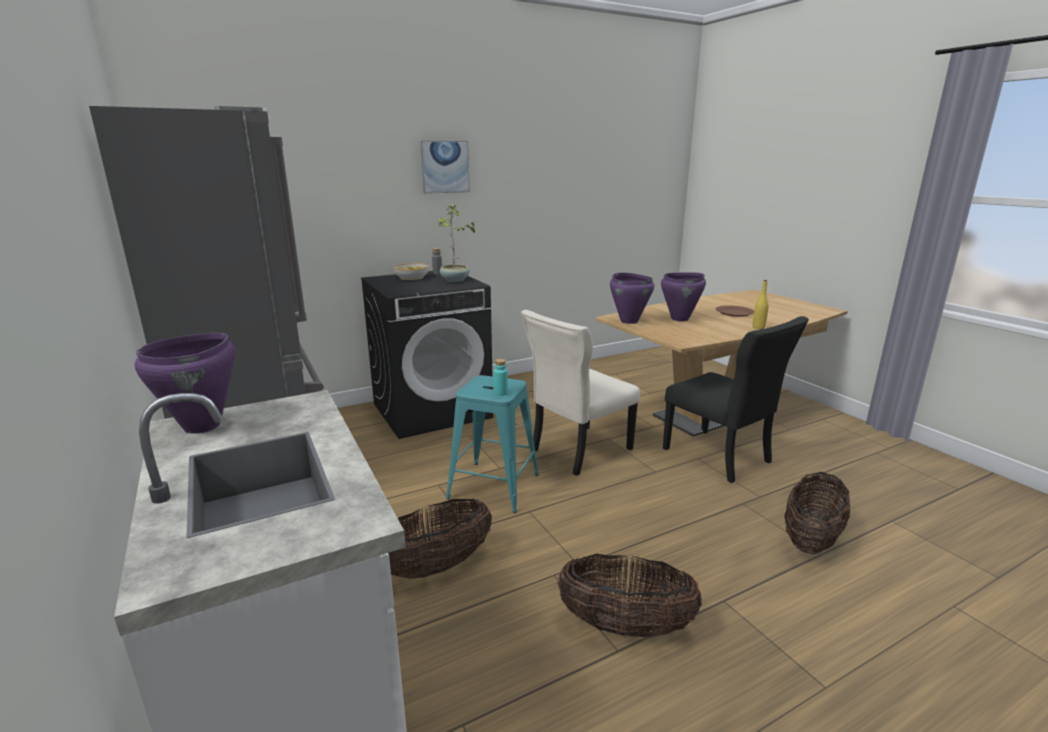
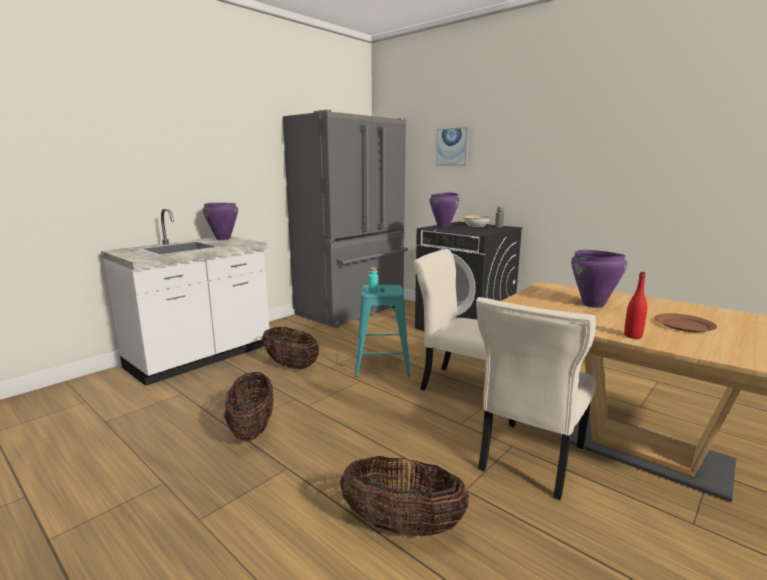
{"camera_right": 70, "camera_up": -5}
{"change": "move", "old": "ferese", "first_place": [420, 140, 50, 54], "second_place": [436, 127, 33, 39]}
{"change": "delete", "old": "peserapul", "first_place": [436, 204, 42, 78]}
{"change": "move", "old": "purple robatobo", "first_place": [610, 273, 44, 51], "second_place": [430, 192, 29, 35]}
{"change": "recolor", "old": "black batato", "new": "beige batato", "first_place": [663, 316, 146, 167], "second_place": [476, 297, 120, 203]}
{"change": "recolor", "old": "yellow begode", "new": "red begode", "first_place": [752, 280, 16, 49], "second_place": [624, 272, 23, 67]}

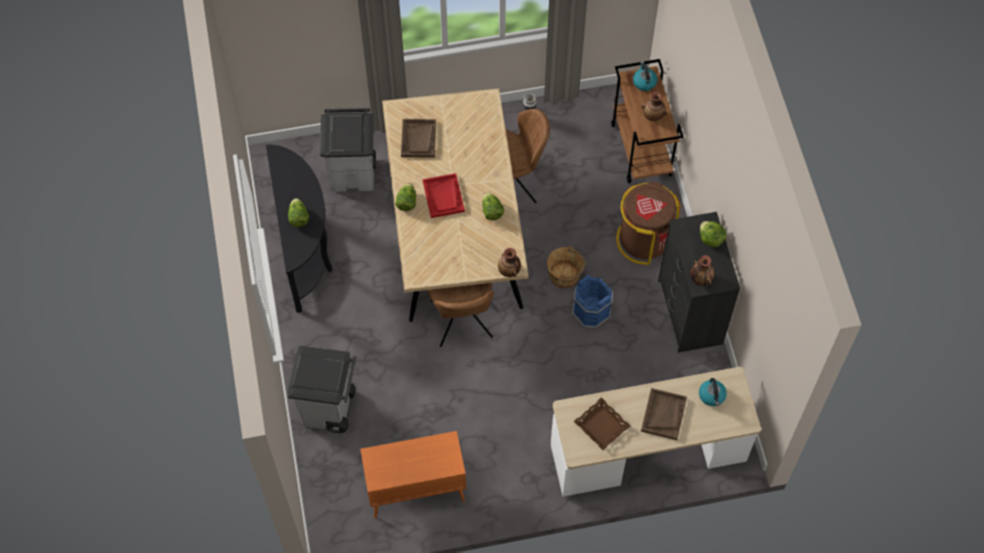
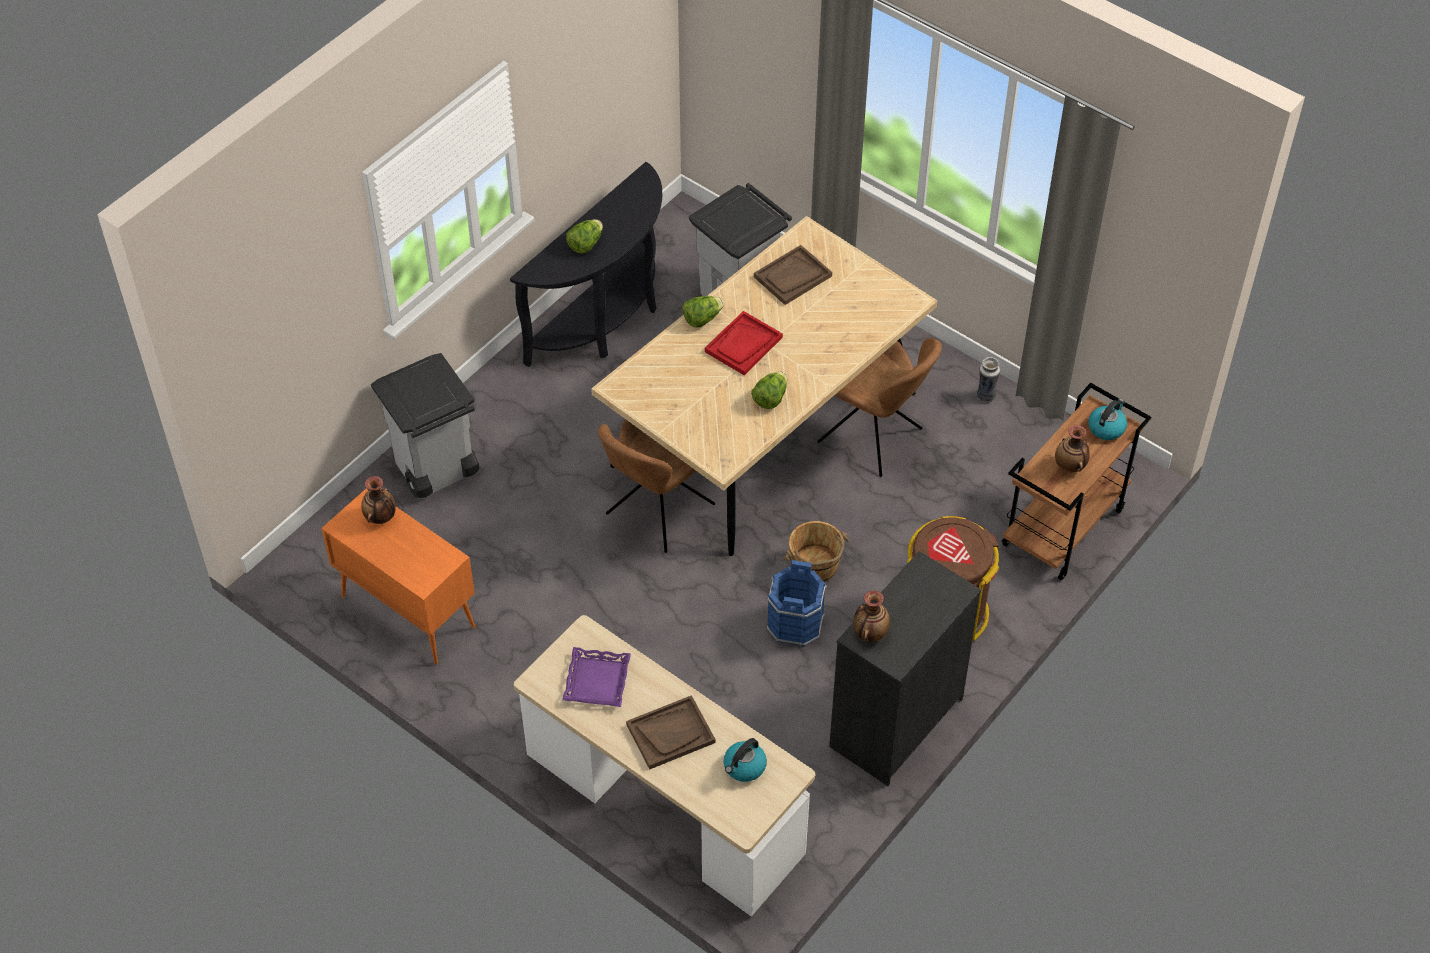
{"camera_right": 50, "camera_up": -10}
{"change": "move", "old": "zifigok", "first_place": [498, 248, 23, 29], "second_place": [361, 476, 35, 48]}
{"change": "recolor", "old": "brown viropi", "new": "purple viropi", "first_place": [574, 397, 56, 53], "second_place": [562, 647, 69, 60]}
{"change": "delete", "old": "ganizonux", "first_place": [700, 221, 26, 26]}

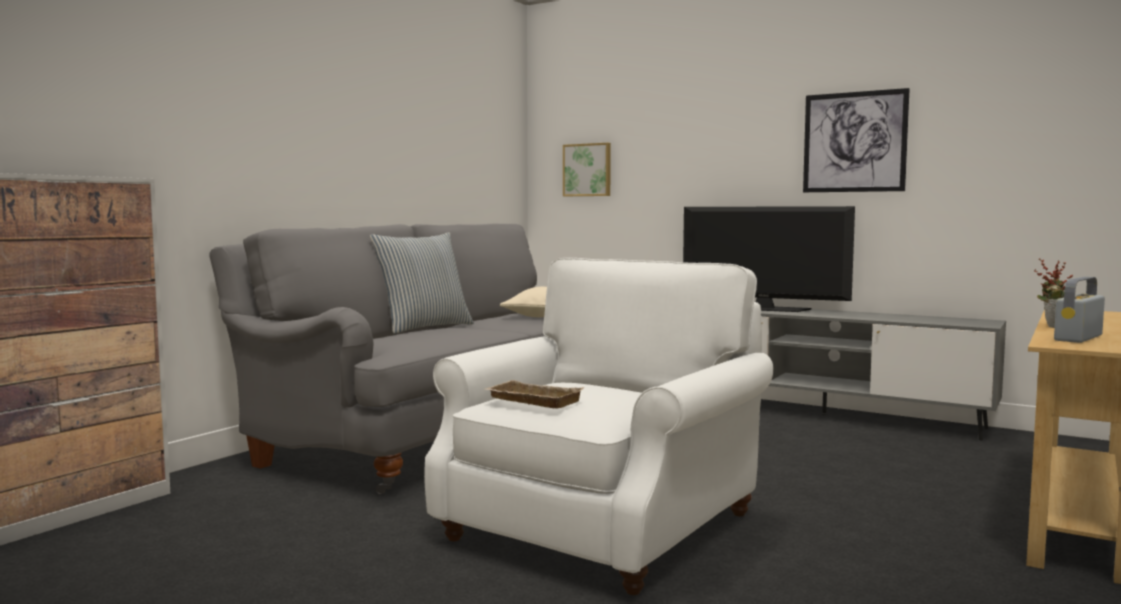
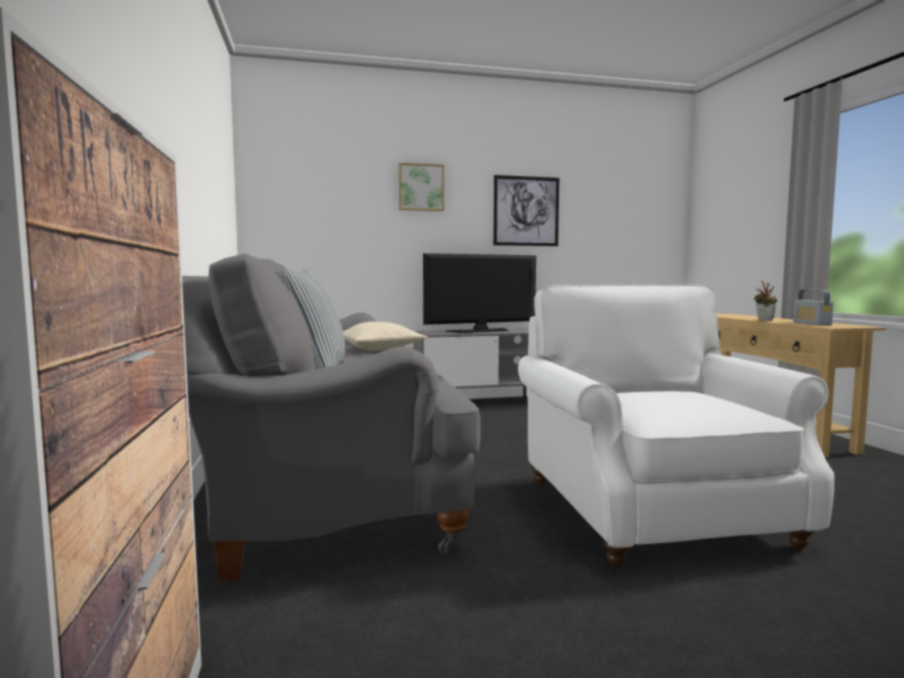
{"camera_right": -45, "camera_up": 0}
{"change": "delete", "old": "beige viropi", "first_place": [485, 380, 99, 28]}
{"change": "move", "old": "ferese", "first_place": [563, 143, 48, 53], "second_place": [399, 163, 45, 48]}

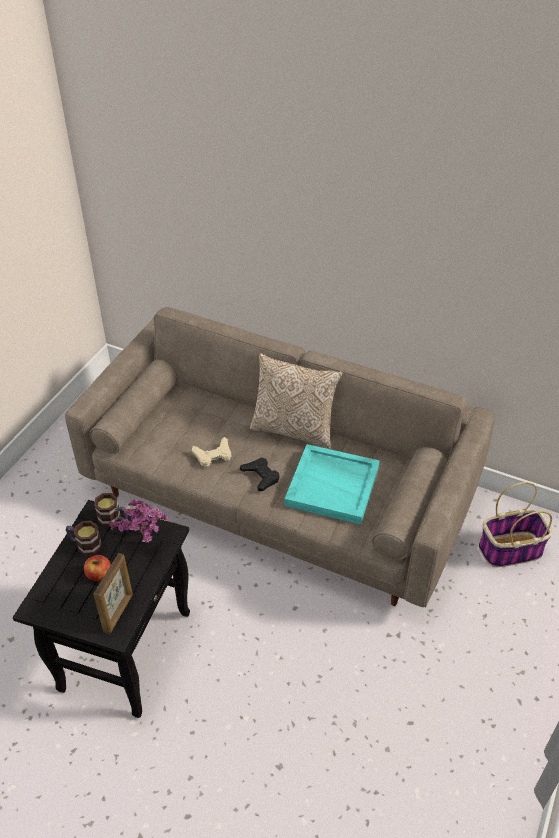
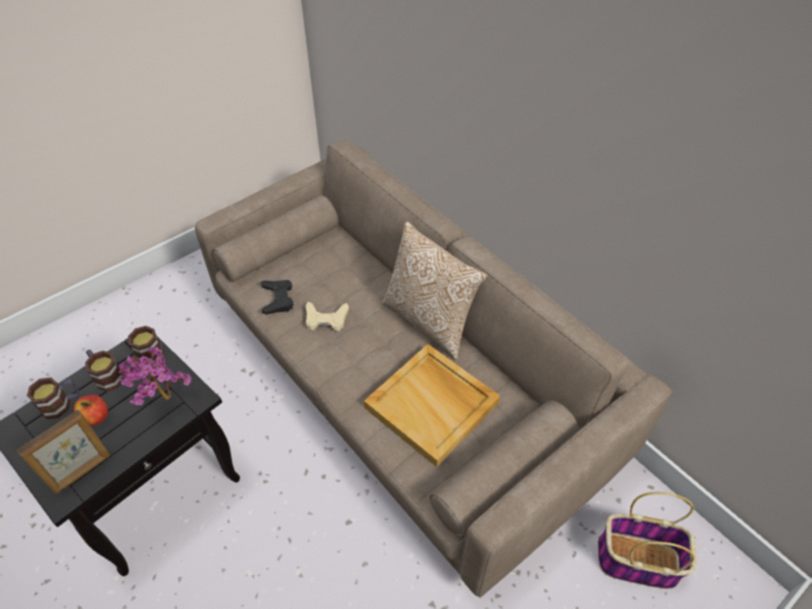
{"camera_right": 25, "camera_up": 5}
{"change": "move", "old": "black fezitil", "first_place": [240, 457, 39, 34], "second_place": [261, 280, 33, 35]}
{"change": "recolor", "old": "turquoise viropi", "new": "beige viropi", "first_place": [284, 444, 96, 80], "second_place": [364, 344, 136, 123]}
{"change": "insert", "new": "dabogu", "second_place": [27, 378, 52, 41]}

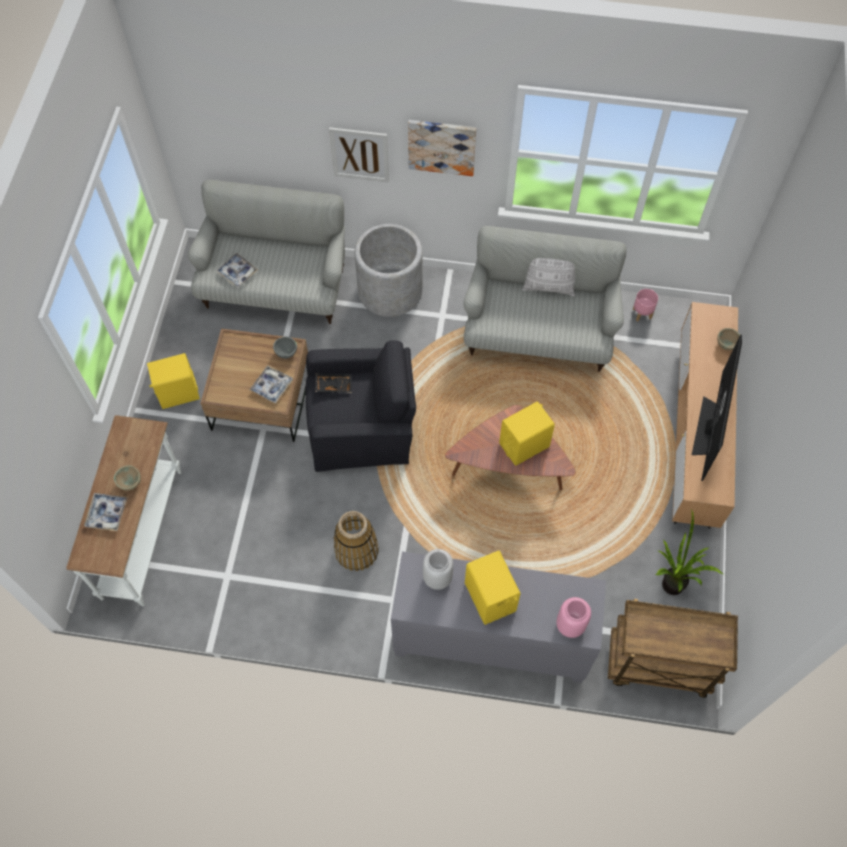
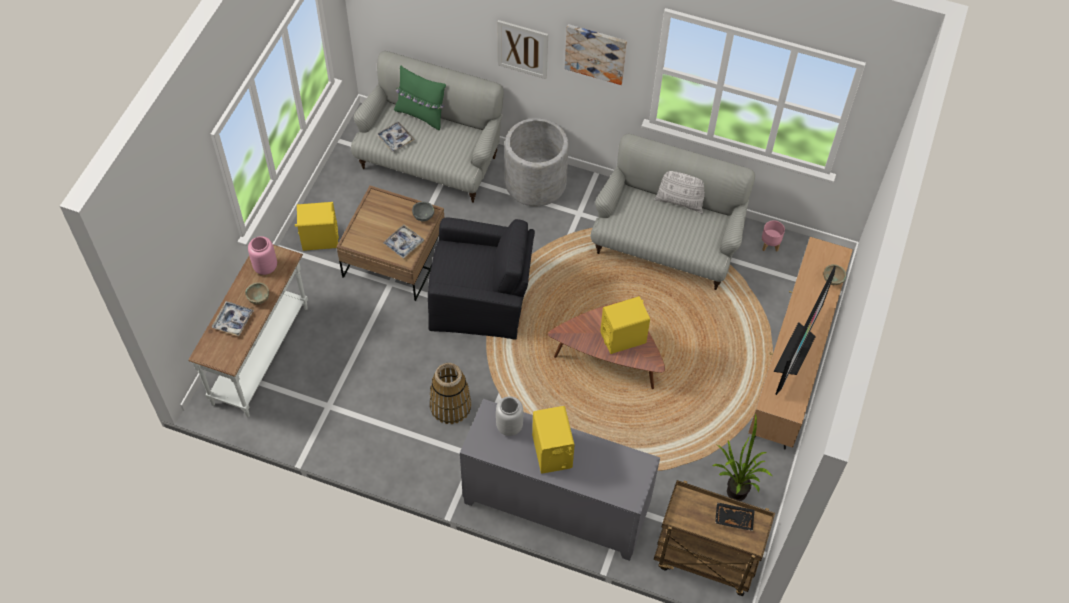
{"camera_right": 10, "camera_up": -5}
{"change": "move", "old": "black viropi", "first_place": [315, 373, 37, 20], "second_place": [715, 502, 40, 29]}
{"change": "move", "old": "pink zifigok", "first_place": [556, 597, 35, 41], "second_place": [248, 236, 29, 39]}
{"change": "insert", "new": "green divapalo", "second_place": [394, 66, 52, 64]}

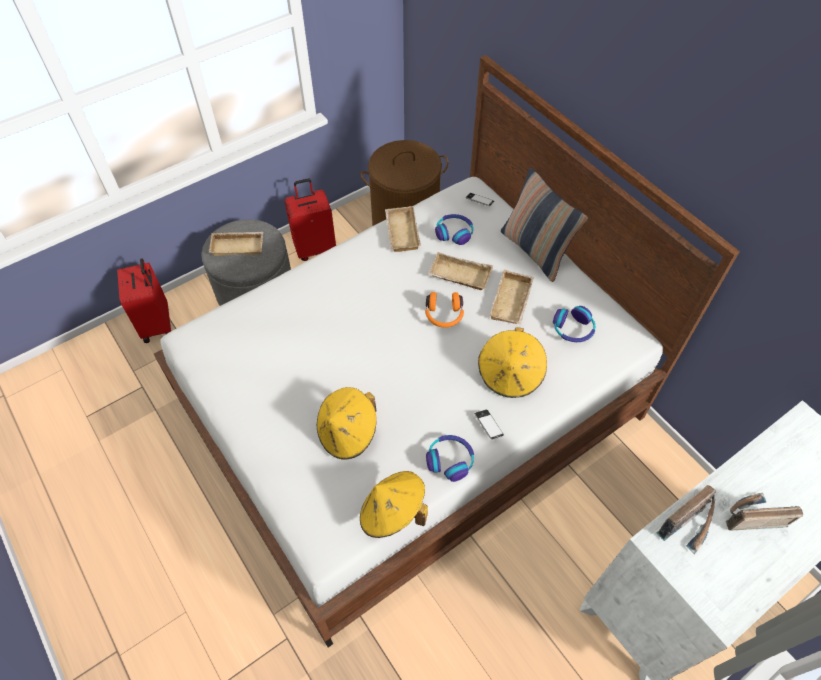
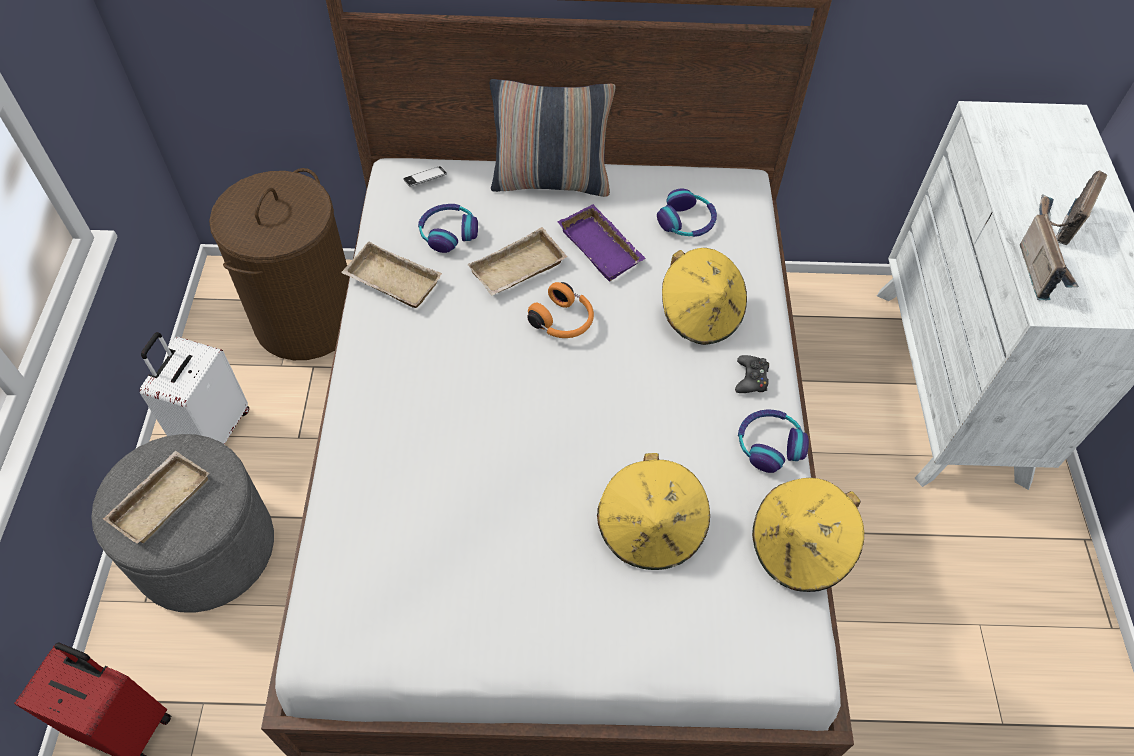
{"camera_right": -55, "camera_up": 0}
{"change": "recolor", "old": "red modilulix", "new": "white modilulix", "first_place": [284, 179, 52, 82], "second_place": [140, 332, 109, 112]}
{"change": "replace", "old": "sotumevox", "new": "black fezitil", "first_place": [475, 410, 29, 30], "second_place": [735, 355, 34, 38]}
{"change": "recolor", "old": "beige viropi", "new": "purple viropi", "first_place": [489, 270, 45, 54], "second_place": [558, 204, 88, 77]}

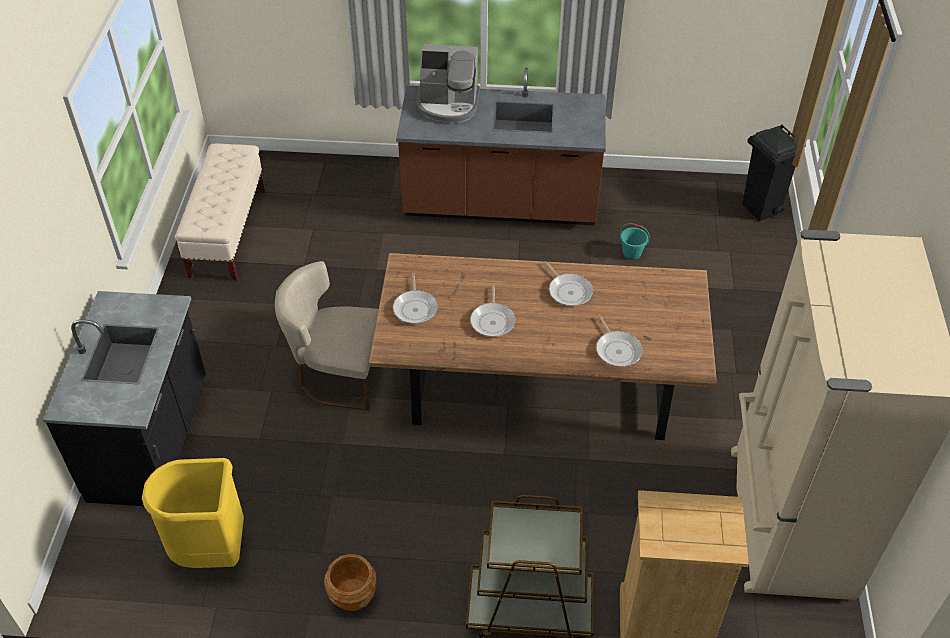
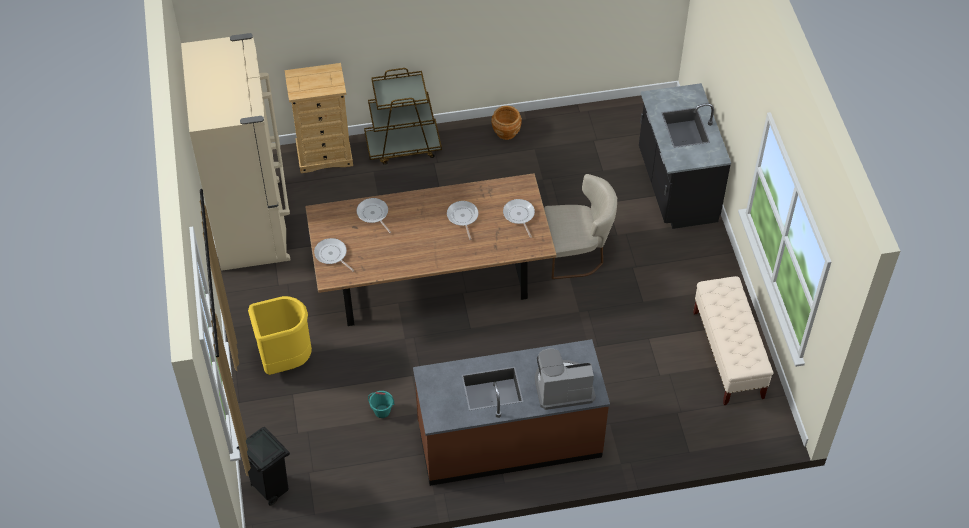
{"camera_right": 165, "camera_up": 5}
{"change": "move", "old": "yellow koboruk", "first_place": [142, 458, 102, 110], "second_place": [248, 296, 64, 79]}
{"change": "move", "old": "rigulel", "first_place": [544, 261, 49, 45], "second_place": [314, 238, 41, 34]}

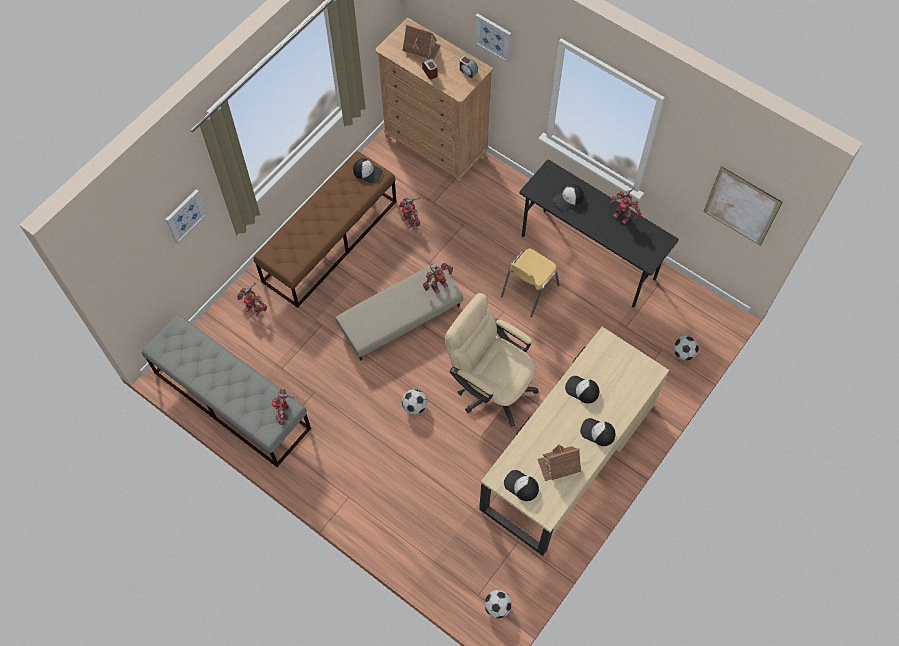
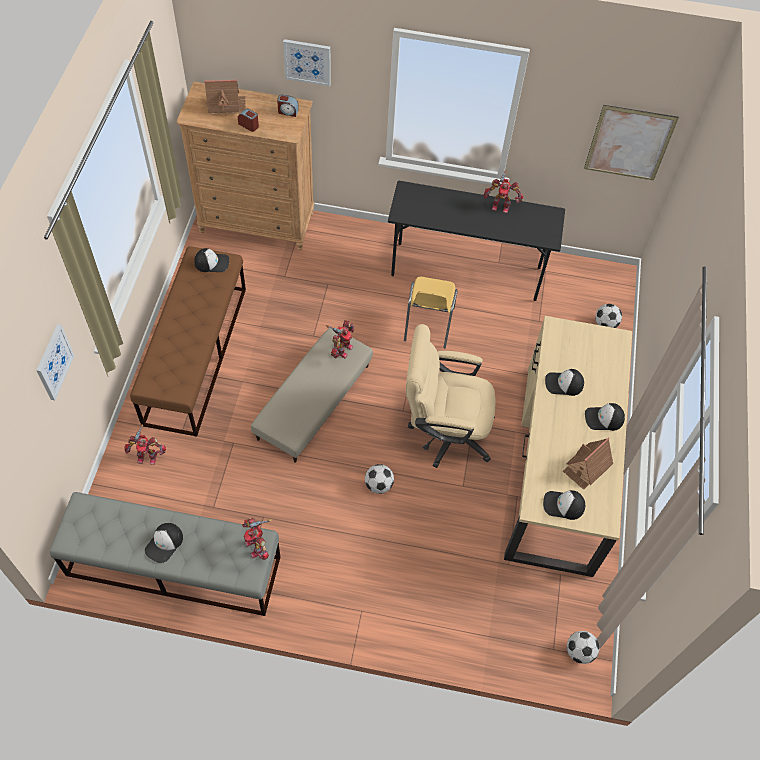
{"camera_right": -30, "camera_up": -5}
{"change": "delete", "old": "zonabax", "first_place": [399, 197, 22, 31]}
{"change": "move", "old": "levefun", "first_place": [553, 184, 31, 27], "second_place": [145, 523, 38, 40]}

